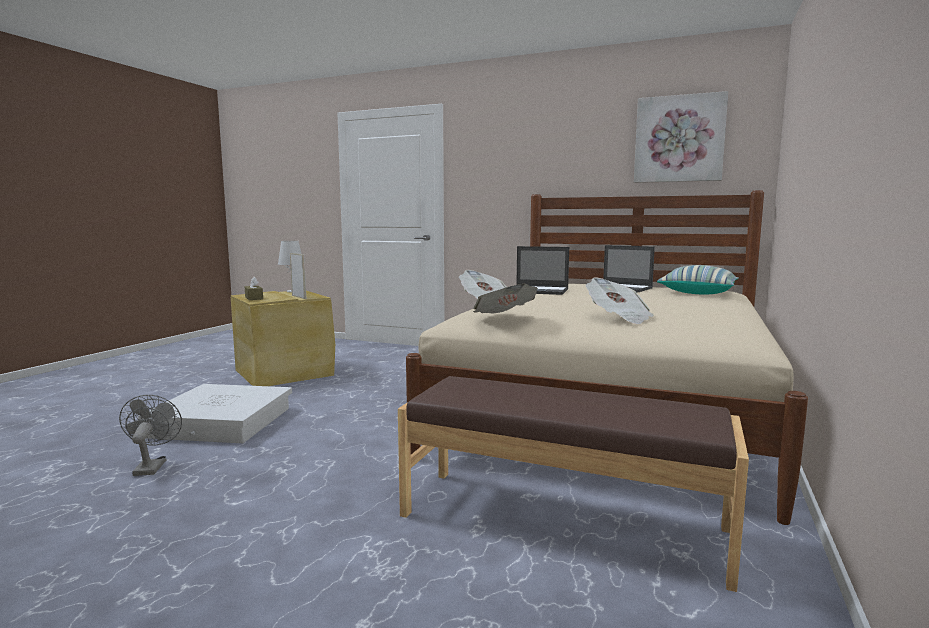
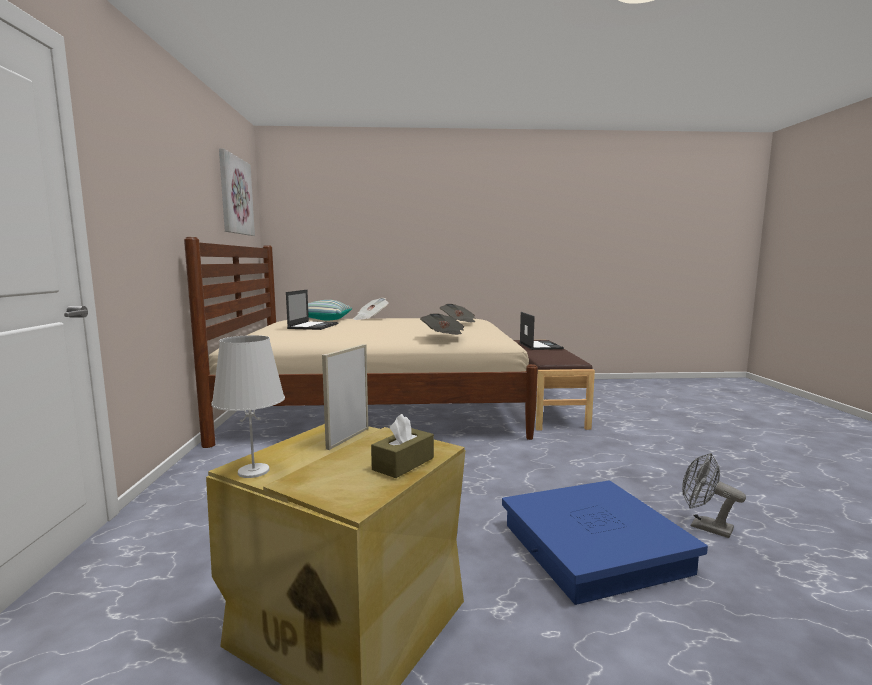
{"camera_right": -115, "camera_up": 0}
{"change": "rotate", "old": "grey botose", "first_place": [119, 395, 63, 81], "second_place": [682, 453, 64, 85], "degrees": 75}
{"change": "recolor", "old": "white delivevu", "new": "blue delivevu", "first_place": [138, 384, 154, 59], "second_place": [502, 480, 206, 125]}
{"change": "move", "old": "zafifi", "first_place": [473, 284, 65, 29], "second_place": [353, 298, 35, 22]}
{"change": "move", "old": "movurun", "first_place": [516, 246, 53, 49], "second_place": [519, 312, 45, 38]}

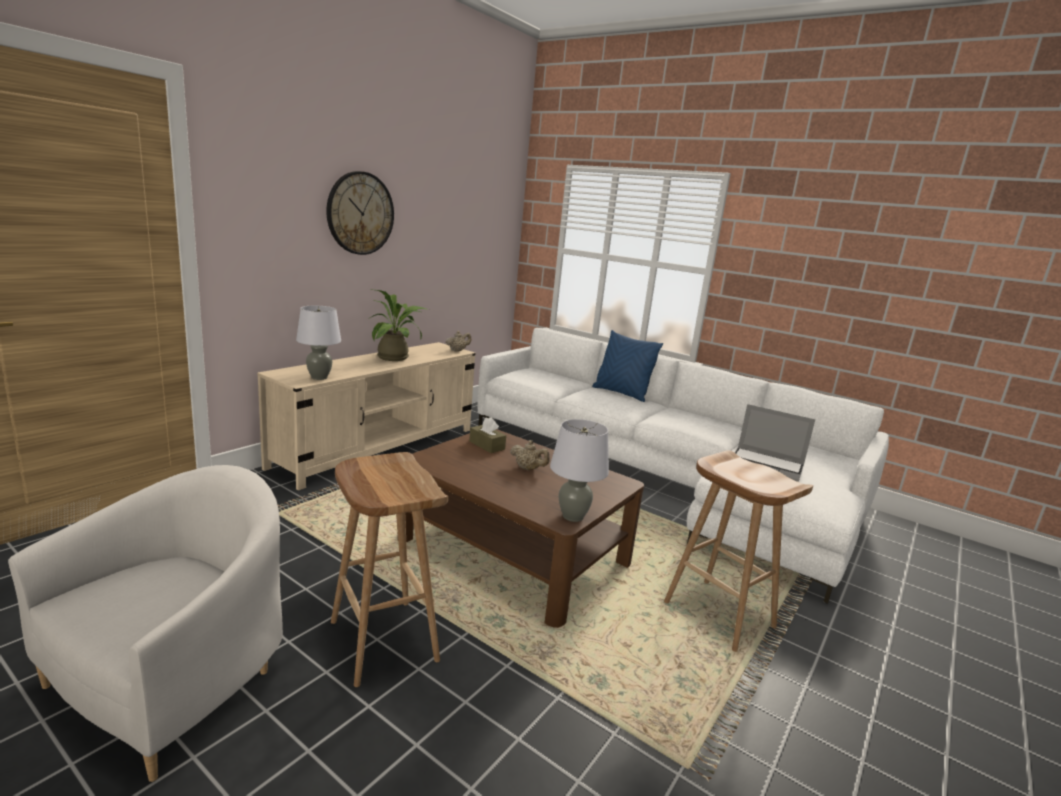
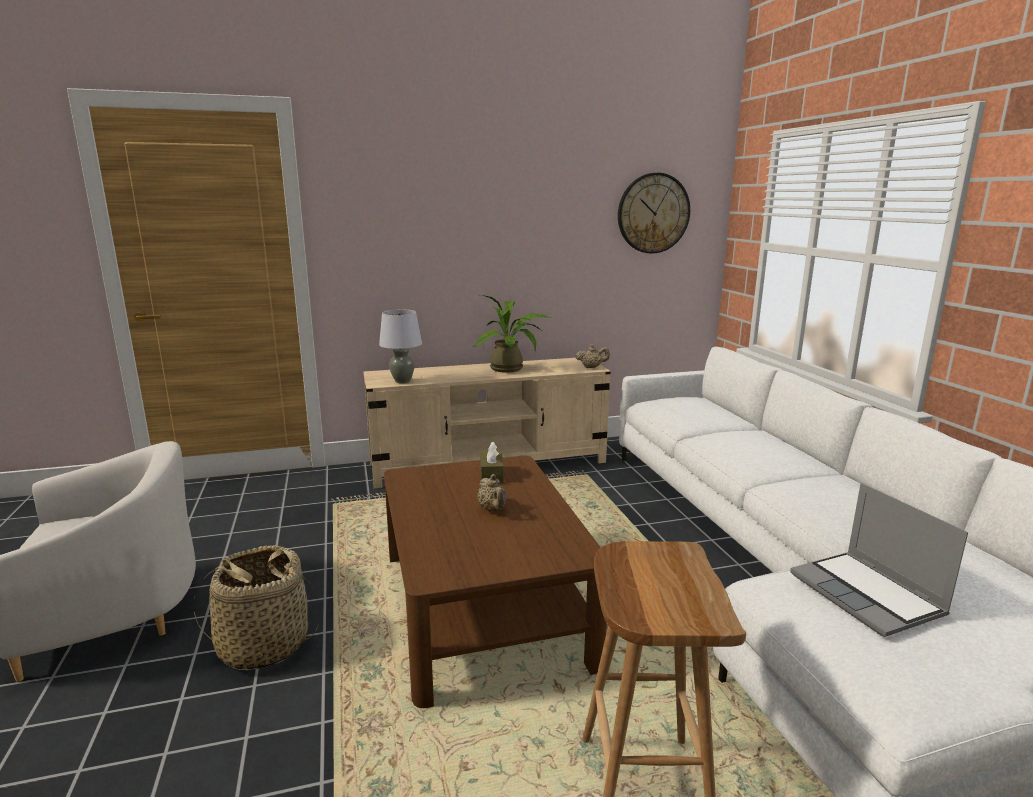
{"camera_right": 40, "camera_up": 0}
{"change": "move", "old": "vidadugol", "first_place": [326, 171, 68, 84], "second_place": [618, 173, 72, 81]}
{"change": "replace", "old": "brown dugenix", "new": "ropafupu", "first_place": [331, 452, 117, 235], "second_place": [194, 545, 124, 125]}
{"change": "delete", "old": "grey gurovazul", "first_place": [550, 419, 59, 103]}
{"change": "delete", "old": "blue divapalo", "first_place": [592, 330, 71, 72]}

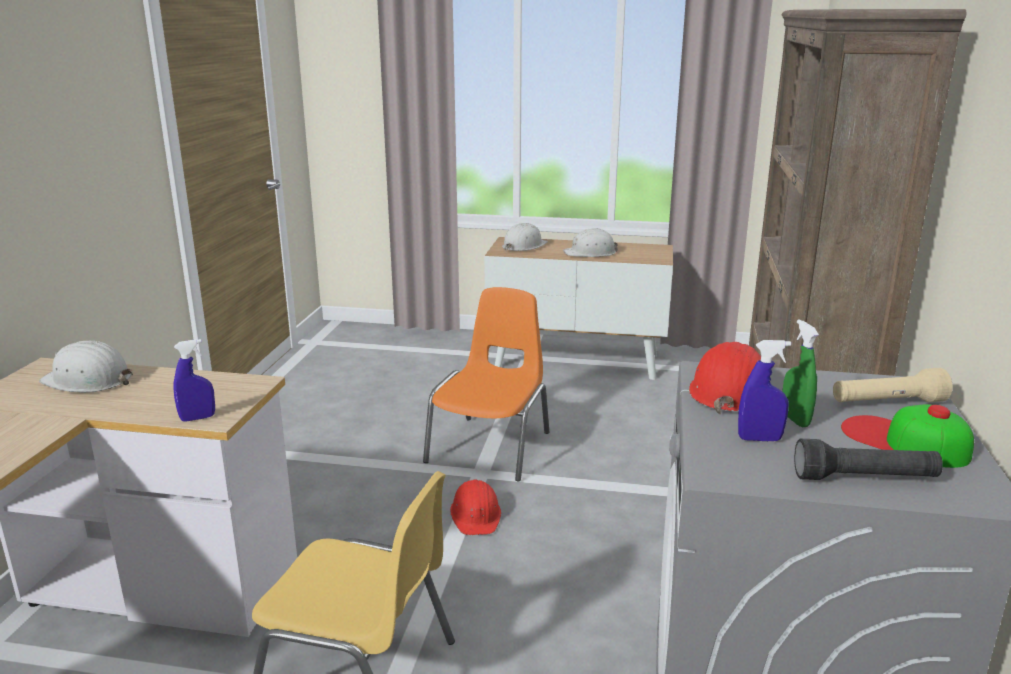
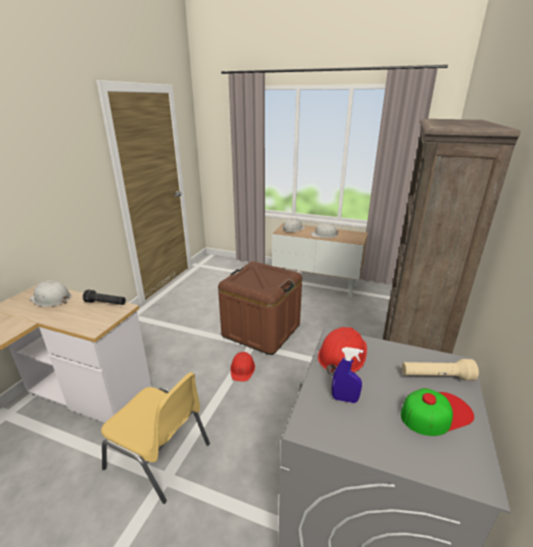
{"camera_right": 10, "camera_up": 5}
{"change": "delete", "old": "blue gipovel", "first_place": [173, 339, 42, 83]}
{"change": "replace", "old": "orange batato", "new": "brown delivevu", "first_place": [423, 287, 126, 194], "second_place": [218, 261, 84, 94]}
{"change": "delete", "old": "green gipovel", "first_place": [782, 319, 37, 109]}
{"change": "move", "old": "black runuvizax", "first_place": [794, 439, 149, 41], "second_place": [83, 290, 43, 15]}
{"change": "rotate", "old": "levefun", "first_place": [841, 404, 133, 64], "second_place": [401, 388, 73, 48], "degrees": 105}

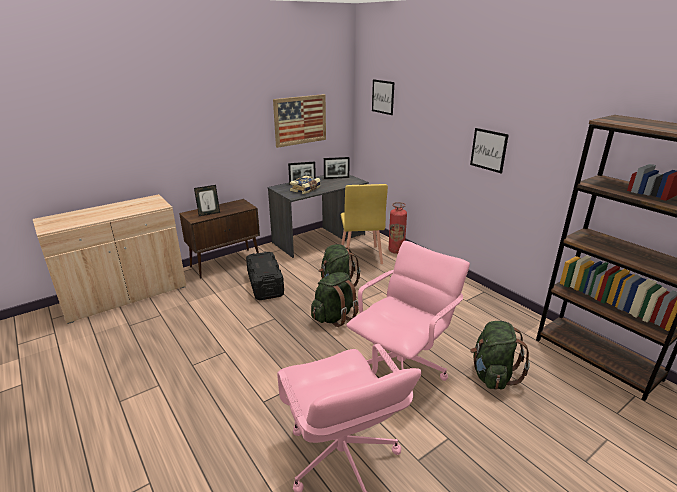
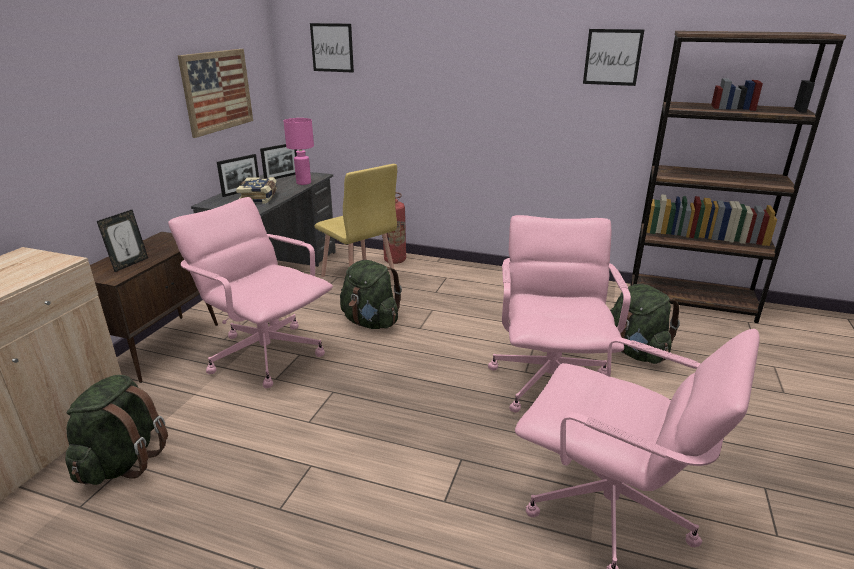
{"camera_right": -35, "camera_up": 0}
{"change": "replace", "old": "black delivevu", "new": "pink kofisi", "first_place": [246, 251, 38, 49], "second_place": [168, 197, 165, 191]}
{"change": "move", "old": "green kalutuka", "first_place": [311, 272, 47, 55], "second_place": [65, 375, 103, 110]}
{"change": "move", "old": "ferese", "first_place": [470, 128, 39, 45], "second_place": [583, 29, 61, 57]}
{"change": "insert", "new": "pink gurovazul", "second_place": [283, 118, 31, 67]}

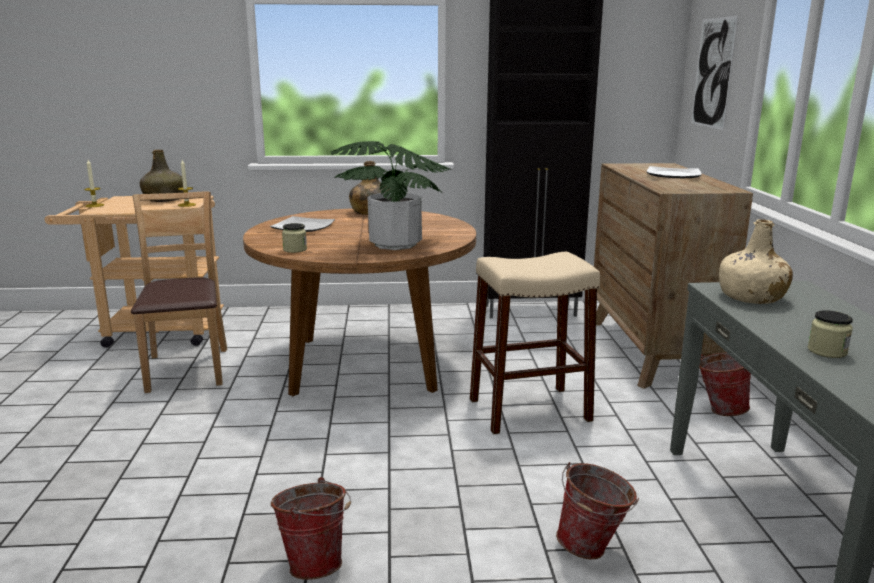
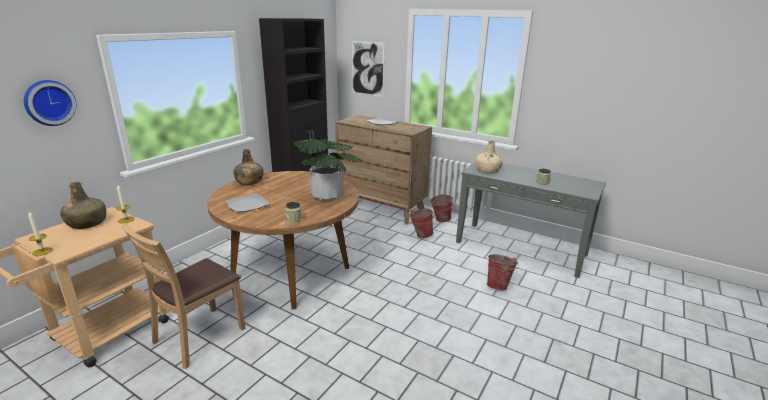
{"camera_right": -55, "camera_up": 5}
{"change": "rotate", "old": "brown batato", "first_place": [131, 192, 96, 201], "second_place": [122, 224, 123, 145], "degrees": -75}
{"change": "move", "old": "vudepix", "first_place": [271, 477, 80, 103], "second_place": [410, 209, 23, 29]}
{"change": "delete", "old": "beige dugenix", "first_place": [470, 252, 130, 182]}
{"change": "insert", "new": "vidadugol", "second_place": [24, 80, 52, 46]}

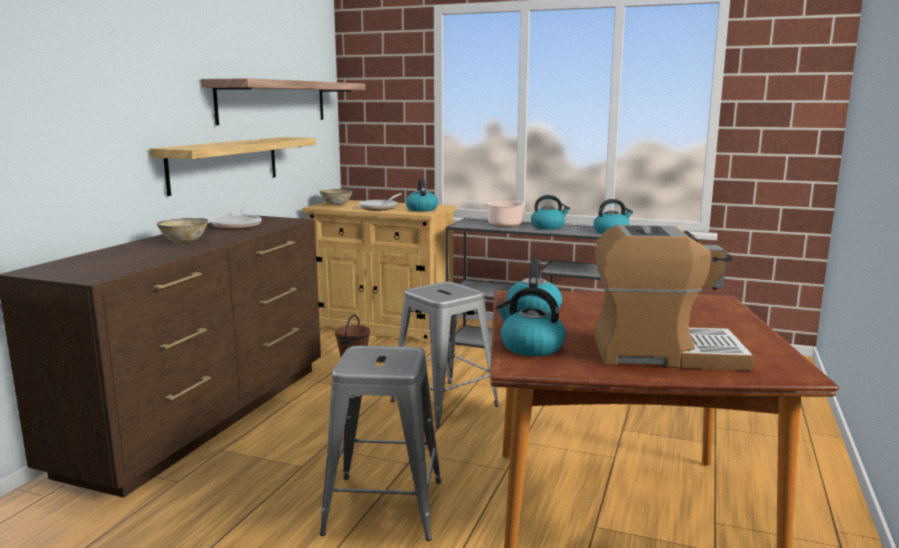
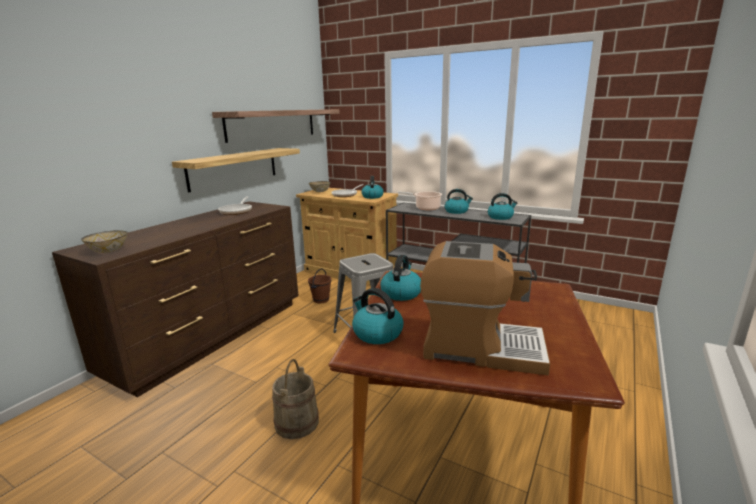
{"camera_right": 10, "camera_up": 5}
{"change": "move", "old": "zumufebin", "first_place": [157, 218, 51, 25], "second_place": [81, 230, 47, 23]}
{"change": "replace", "old": "grey dugenix", "new": "beige vudepix", "first_place": [320, 346, 121, 195], "second_place": [272, 359, 47, 80]}

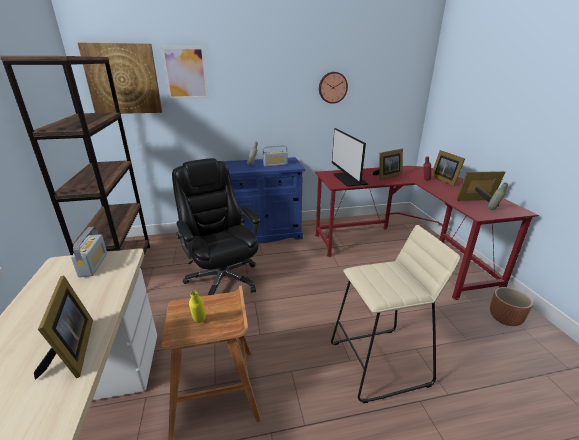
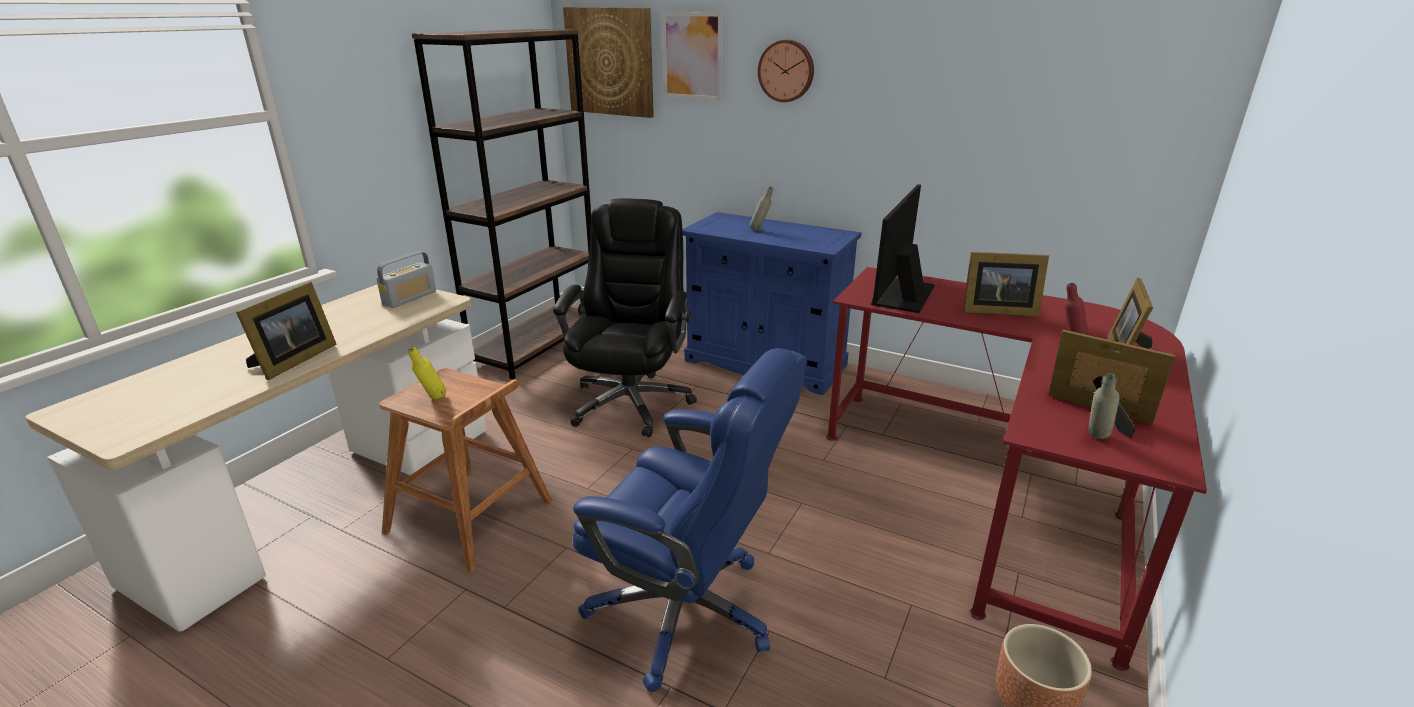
{"camera_right": 40, "camera_up": 0}
{"change": "delete", "old": "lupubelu", "first_place": [263, 145, 25, 22]}
{"change": "move", "old": "vidadugol", "first_place": [319, 72, 29, 32], "second_place": [758, 40, 56, 62]}
{"change": "replace", "old": "beige dugenix", "new": "blue kofisi", "first_place": [331, 225, 130, 178], "second_place": [573, 348, 233, 344]}

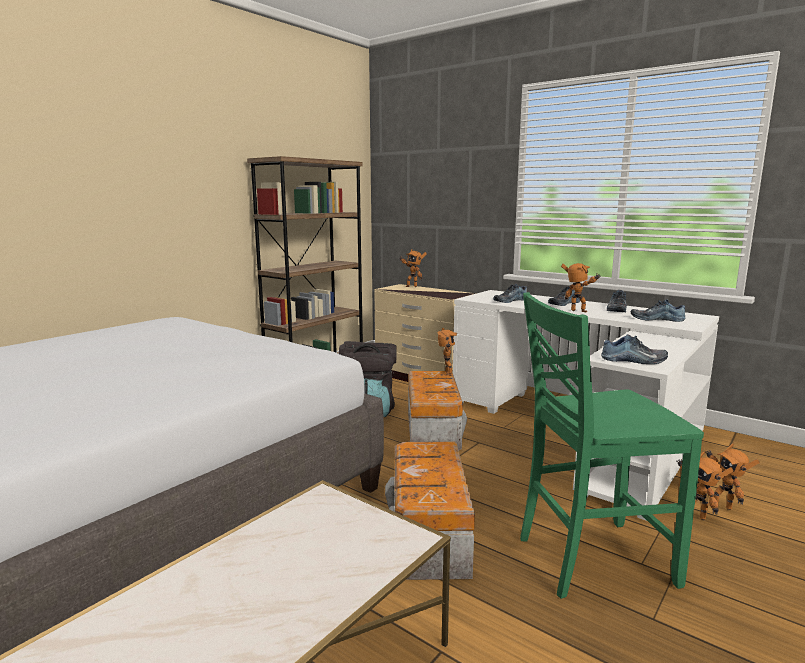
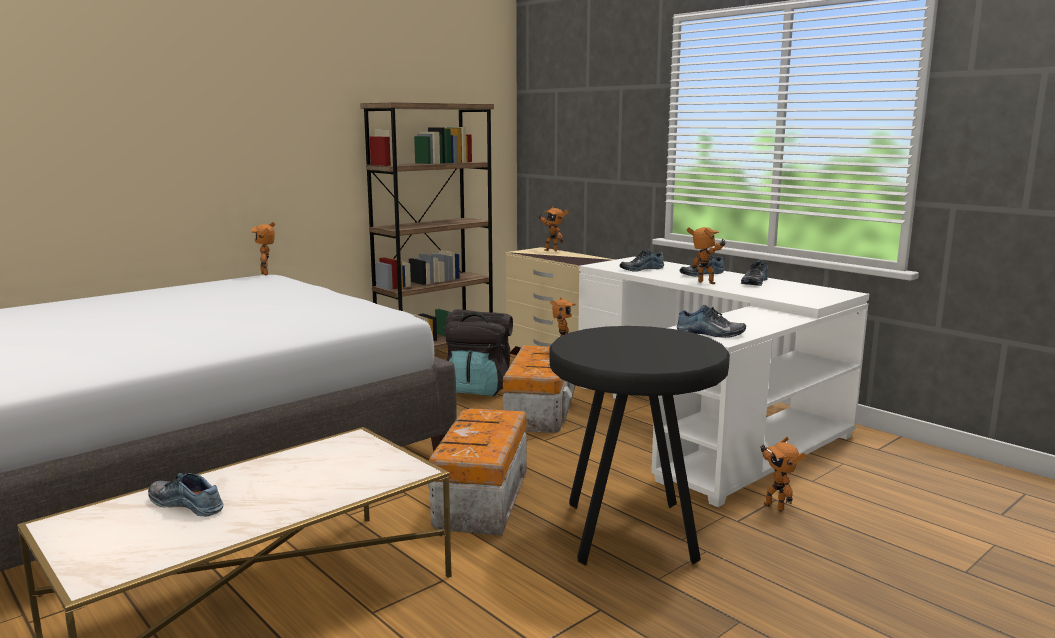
{"camera_right": 10, "camera_up": 0}
{"change": "replace", "old": "green batato", "new": "black dugenix", "first_place": [520, 292, 184, 307], "second_place": [549, 326, 181, 240]}
{"change": "move", "old": "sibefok", "first_place": [631, 299, 55, 23], "second_place": [148, 473, 75, 43]}
{"change": "move", "old": "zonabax", "first_place": [705, 443, 55, 67], "second_place": [251, 222, 24, 53]}

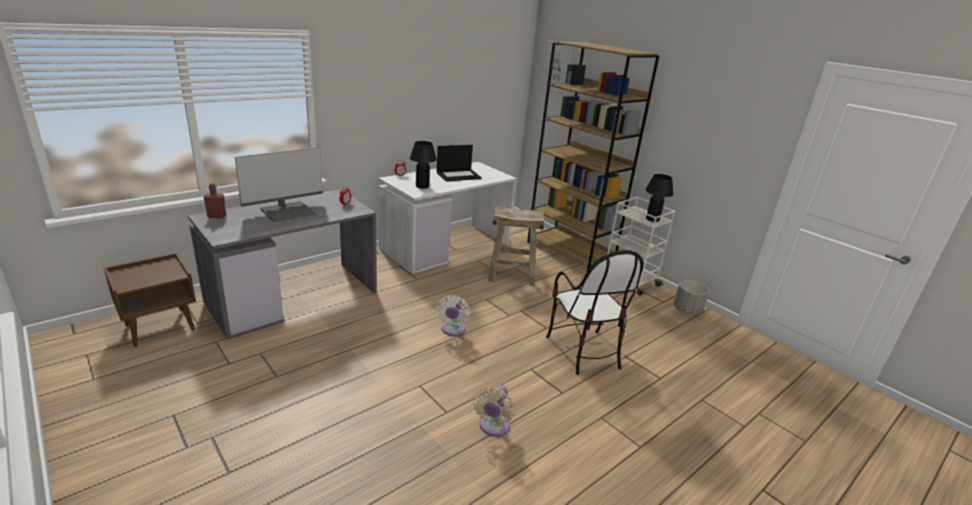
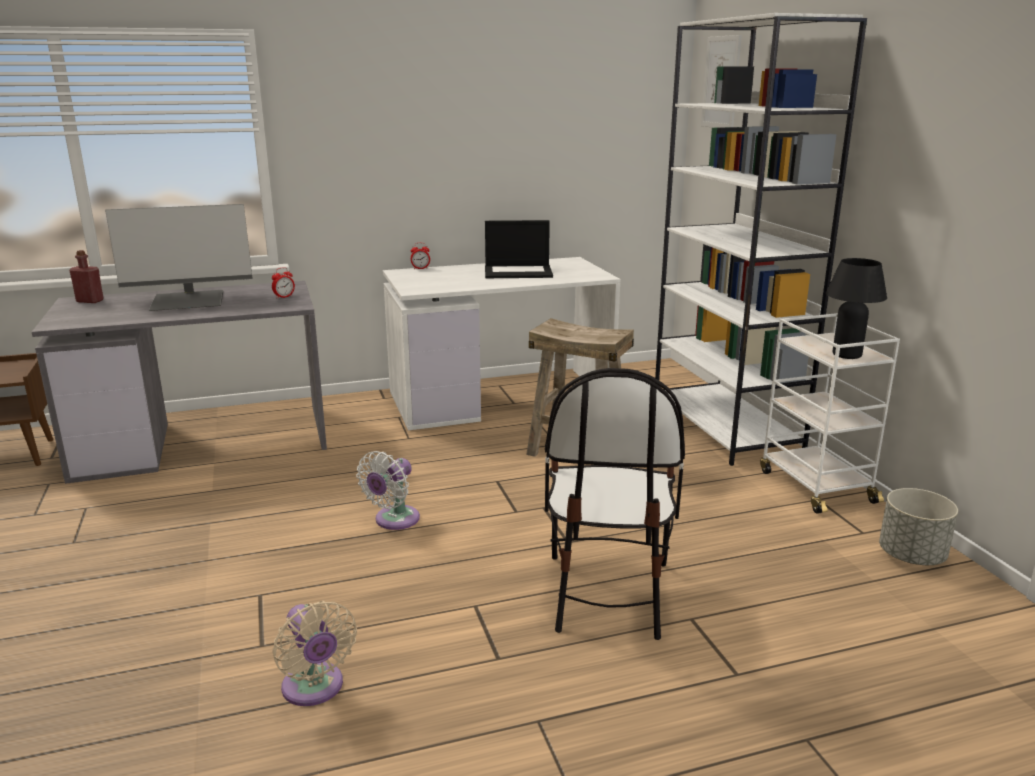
{"camera_right": 25, "camera_up": -5}
{"change": "delete", "old": "black gurovazul", "first_place": [410, 141, 27, 48]}
{"change": "rotate", "old": "beige botose", "first_place": [473, 385, 42, 52], "second_place": [272, 601, 85, 105], "degrees": -75}
{"change": "recolor", "old": "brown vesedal", "new": "white vesedal", "first_place": [527, 42, 133, 229], "second_place": [655, 13, 212, 453]}

